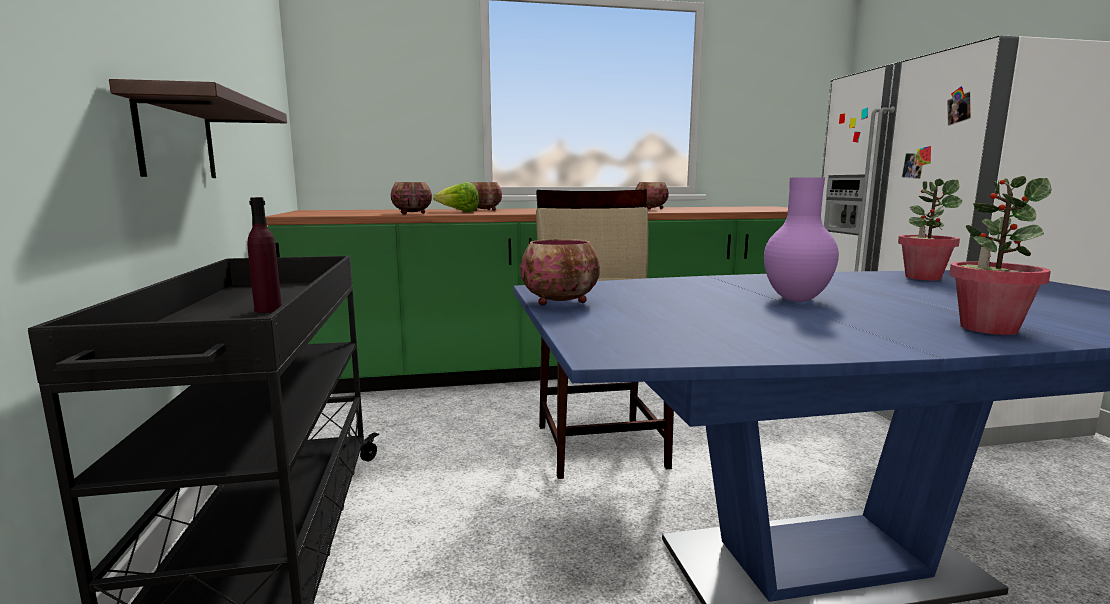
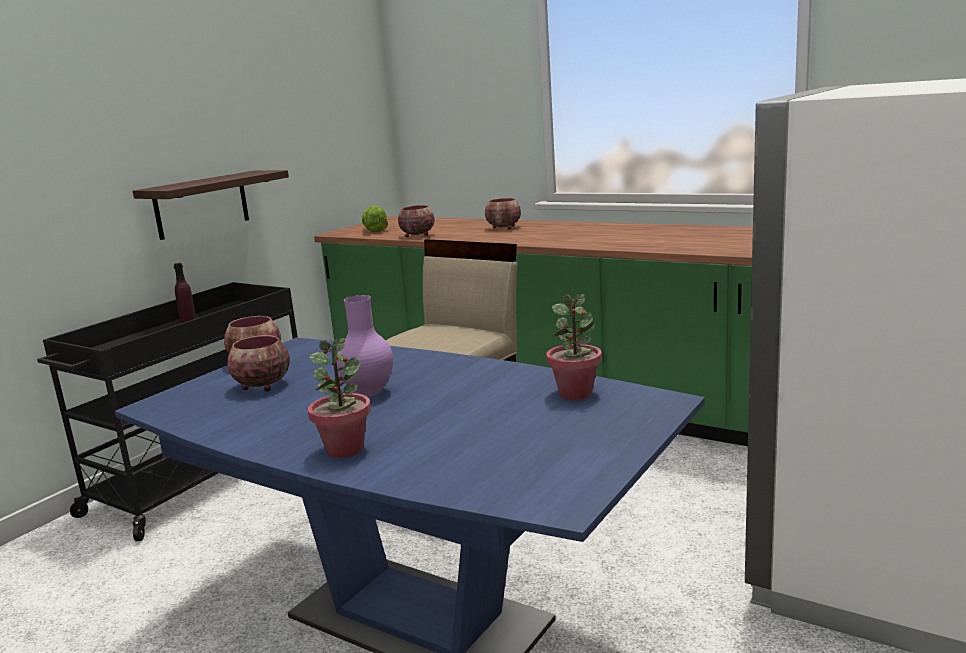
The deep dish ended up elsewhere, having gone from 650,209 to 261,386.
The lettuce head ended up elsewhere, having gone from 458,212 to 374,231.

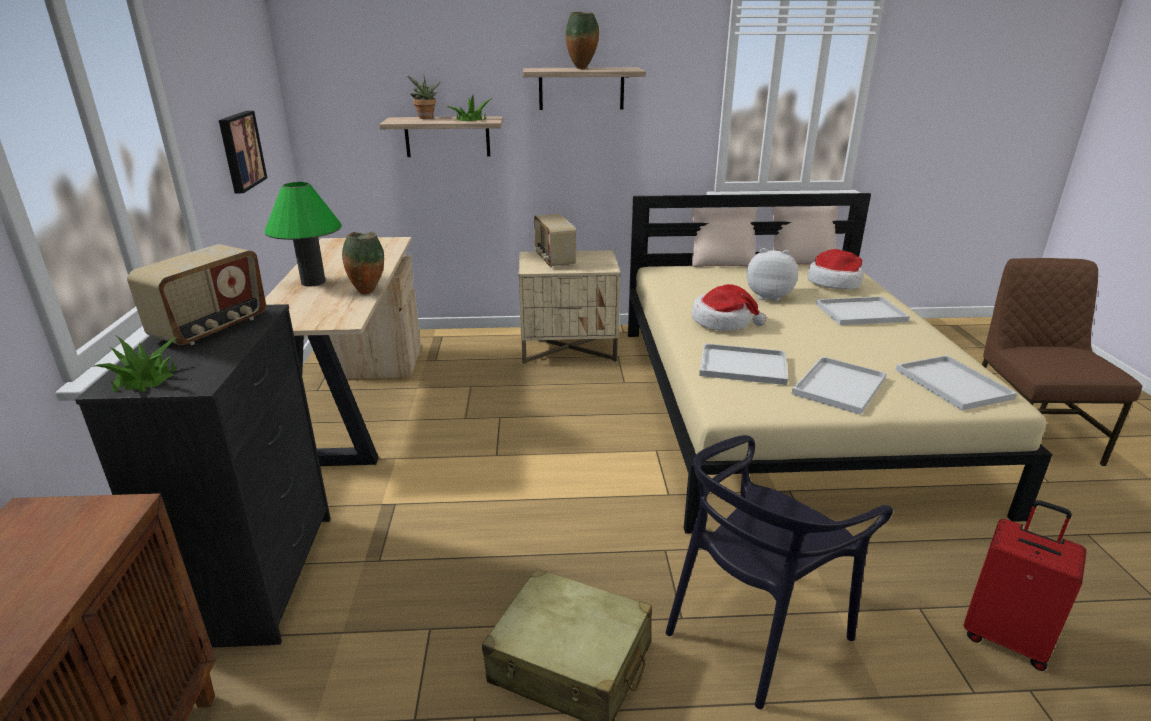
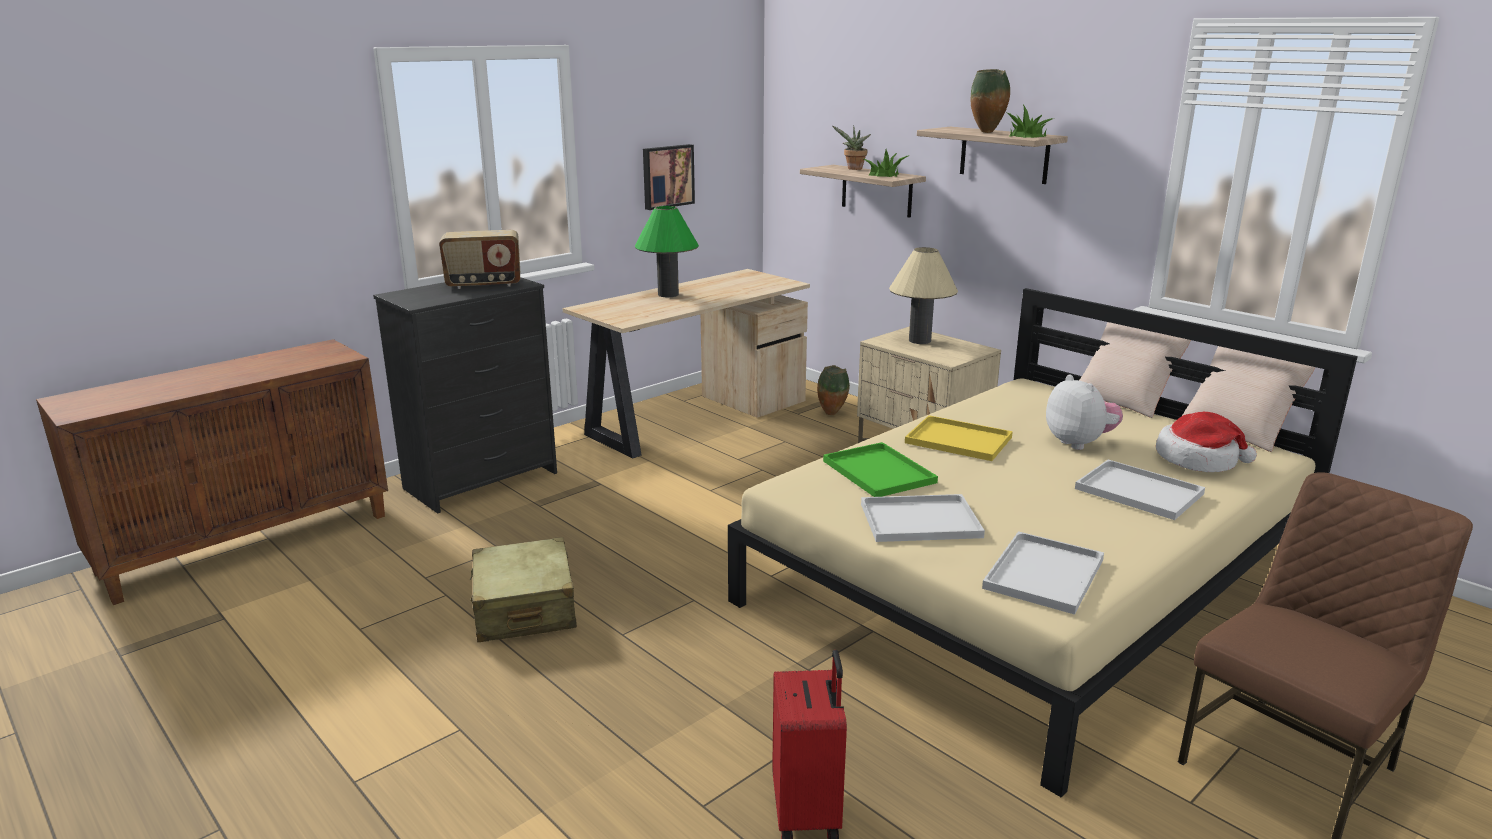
The flower vase ended up elsewhere, having gone from 368,292 to 832,414.
What was the whitish tray at 744,365 turned into the greenish tray at 881,472.
Where the radio set stood at 554,260, the sand-coloured lamp for a table came to stand at 919,340.
Where the clothing hat stood at 723,321, the yellow tray came to stand at 960,440.
The houseplant ended up elsewhere, having gone from 144,379 to 1027,136.
The second view lost the black-coloured upright chair at 755,630.

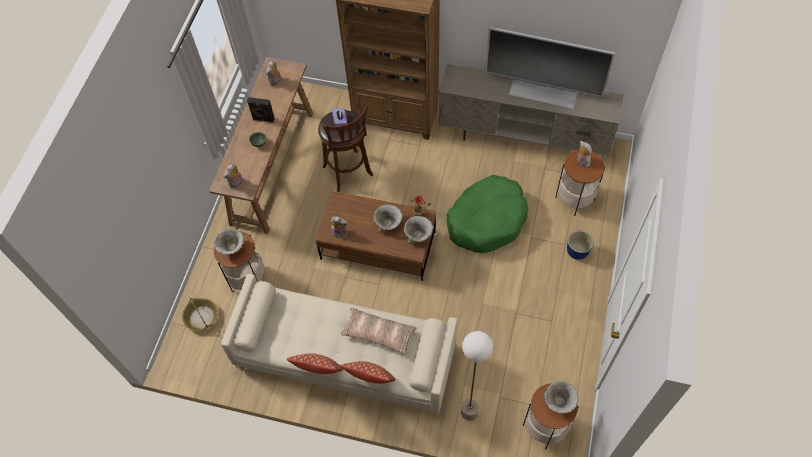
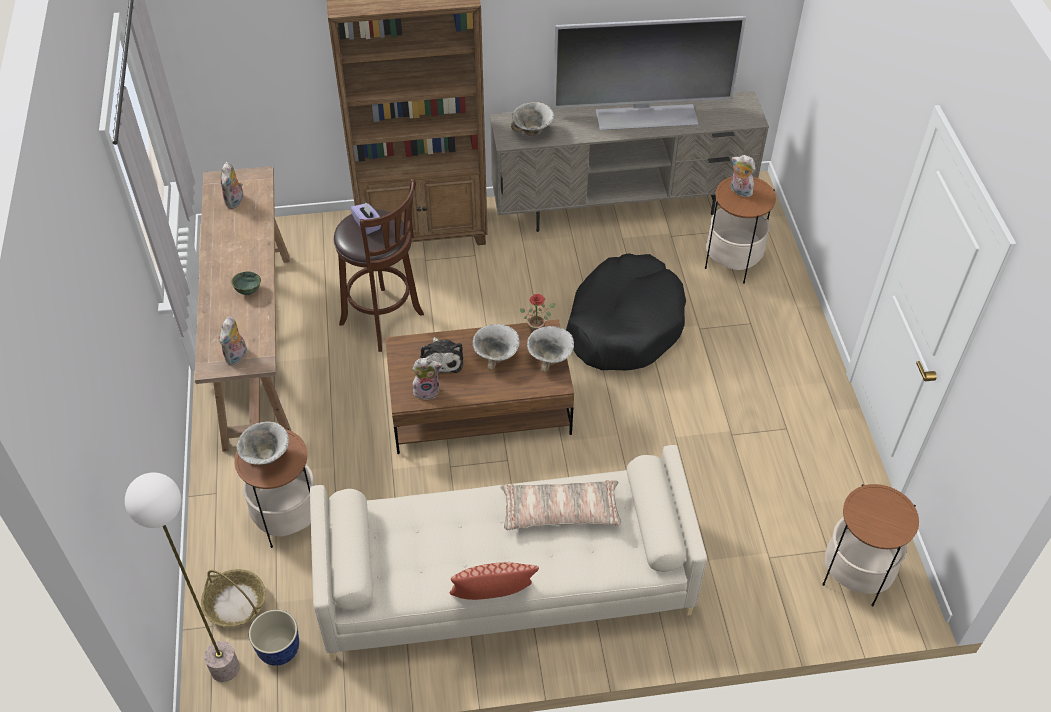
The standard lamp ended up elsewhere, having gone from 469,412 to 224,668.
The planter ended up elsewhere, having gone from 577,252 to 279,651.
The second view gained the plush toy at 441,359.
The deep dish ended up elsewhere, having gone from 558,402 to 532,132.
What was the greenish pet bed at 487,220 turned into the black-coloured pet bed at 624,324.
The second view lost the black-coloured loudspeaker at 263,119.
The second view lost the cushion at 370,379.

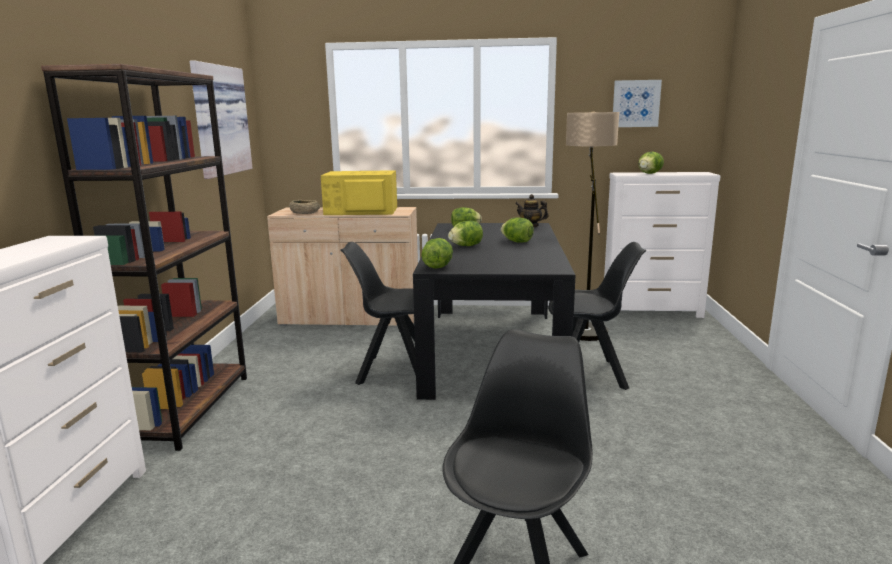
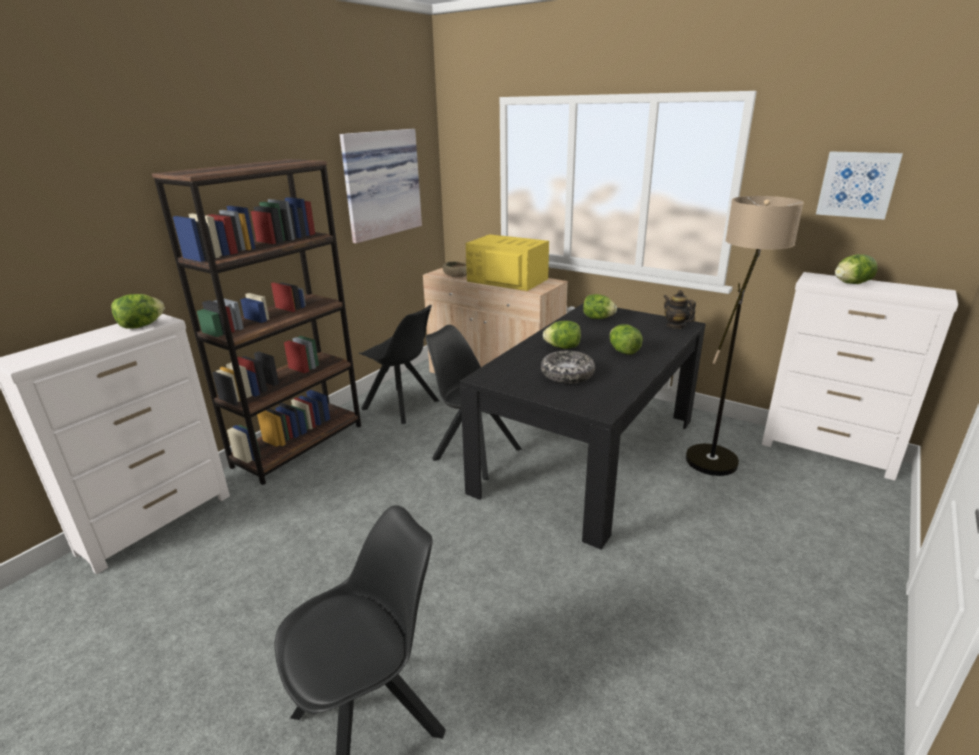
The lettuce head ended up elsewhere, having gone from 438,267 to 141,326.
The black-coloured upright chair ended up elsewhere, having gone from 588,374 to 402,406.
The second view gained the deep dish at 567,375.

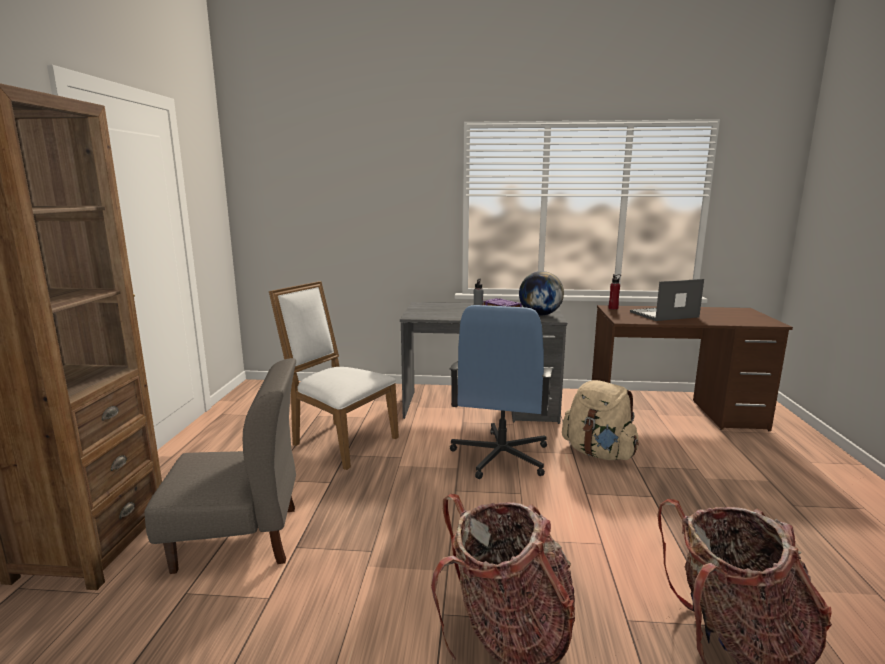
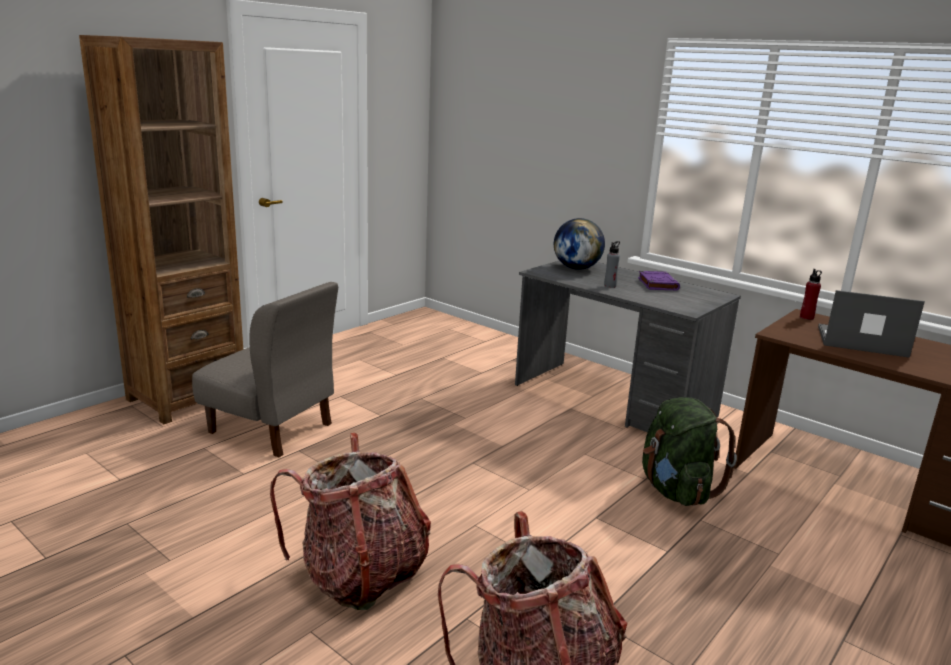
The desk globe ended up elsewhere, having gone from 540,314 to 576,268.
What was the sand-coloured knapsack at 598,453 turned into the greenish knapsack at 676,490.
The second view lost the whitish upright chair at 339,441.
The second view lost the blue office chair at 500,457.

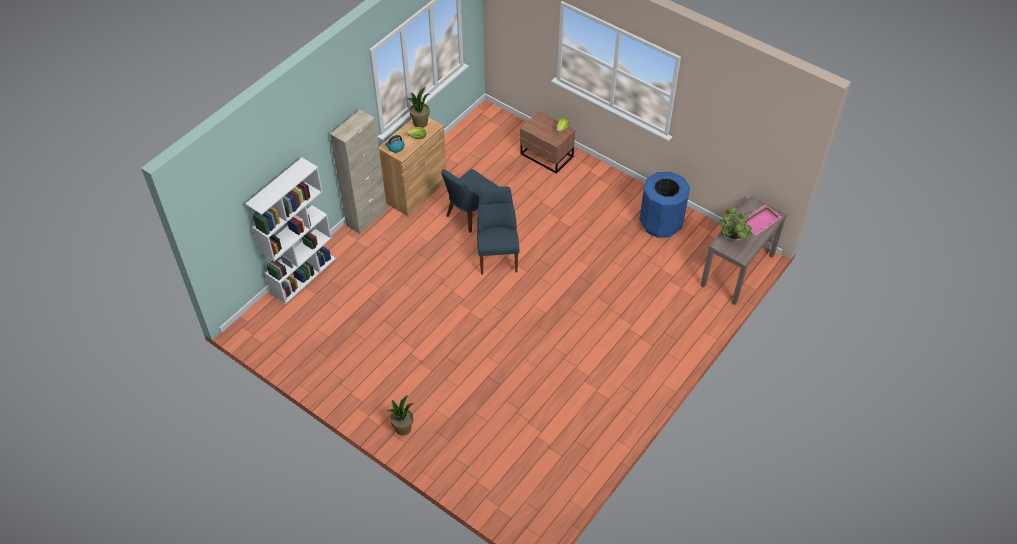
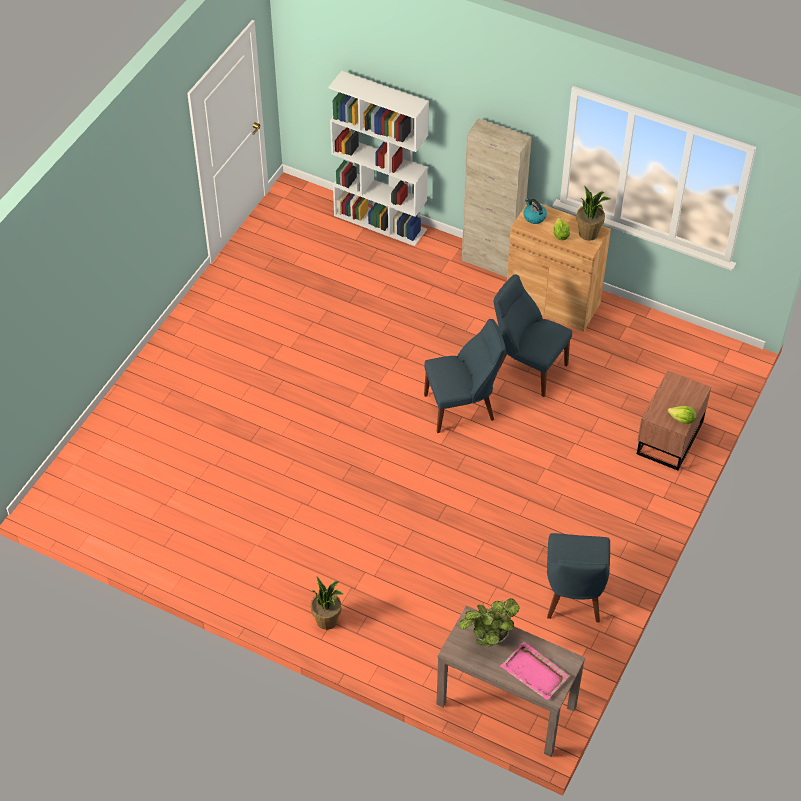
The houseplant ended up elsewhere, having gone from 403,428 to 327,620.
Where the blue rubbish bin stood at 661,223, the blue upright chair came to stand at 573,596.

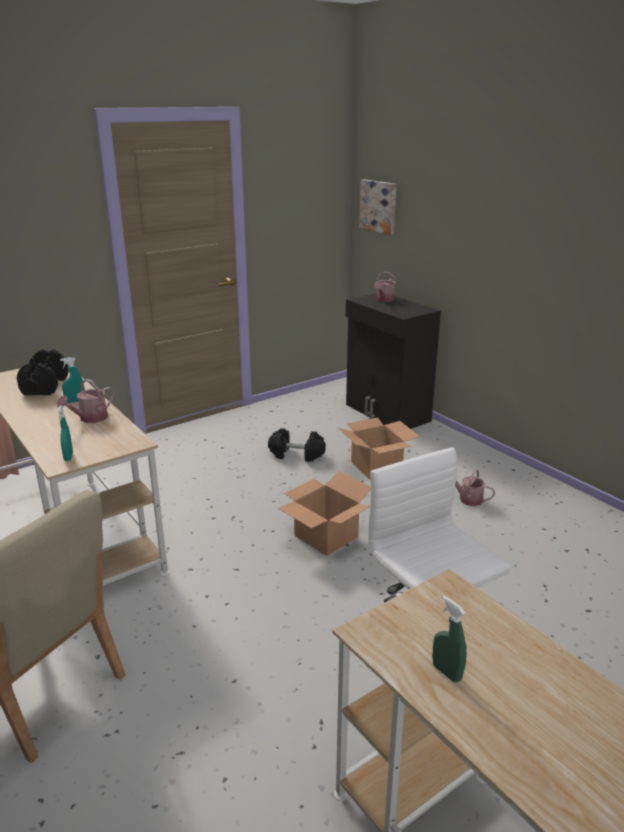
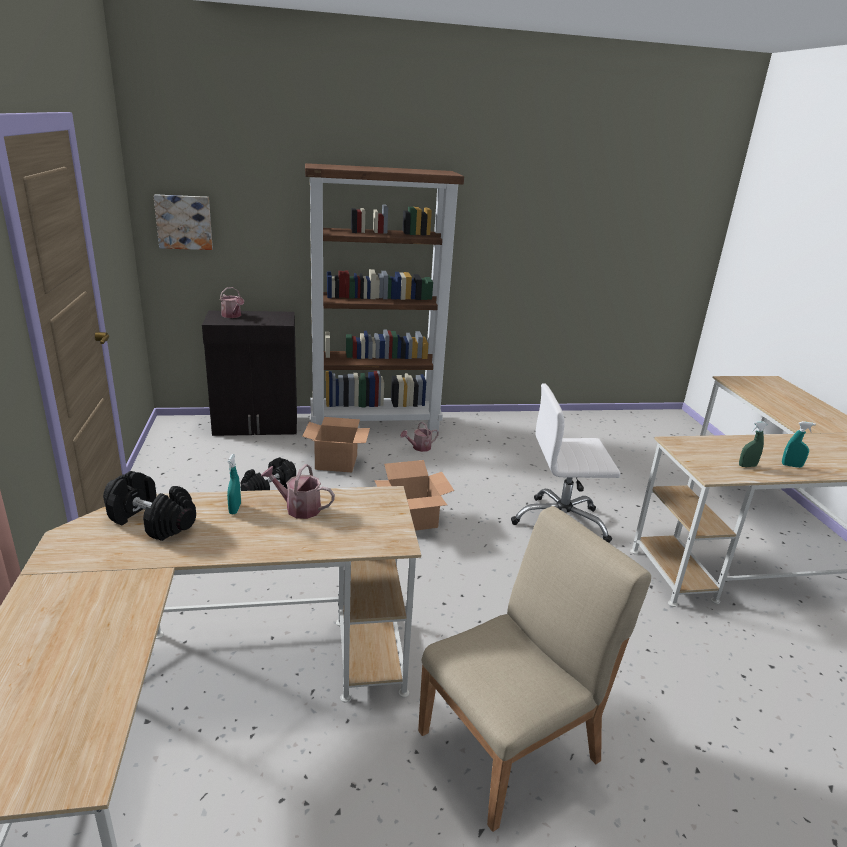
The sprinkling can at 90,418 ended up facing another way, 135 degrees clockwise from before.
The second view gained the brown-coloured bookcase at 376,424.
The blue-green spray bottle ended up elsewhere, having gone from 68,457 to 791,465.

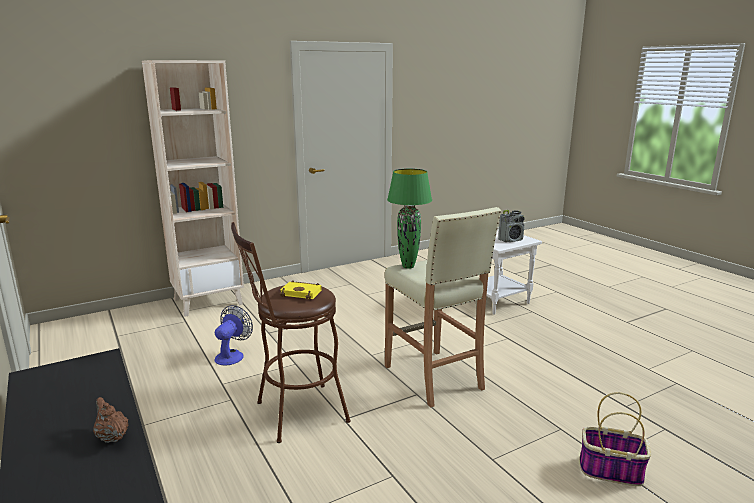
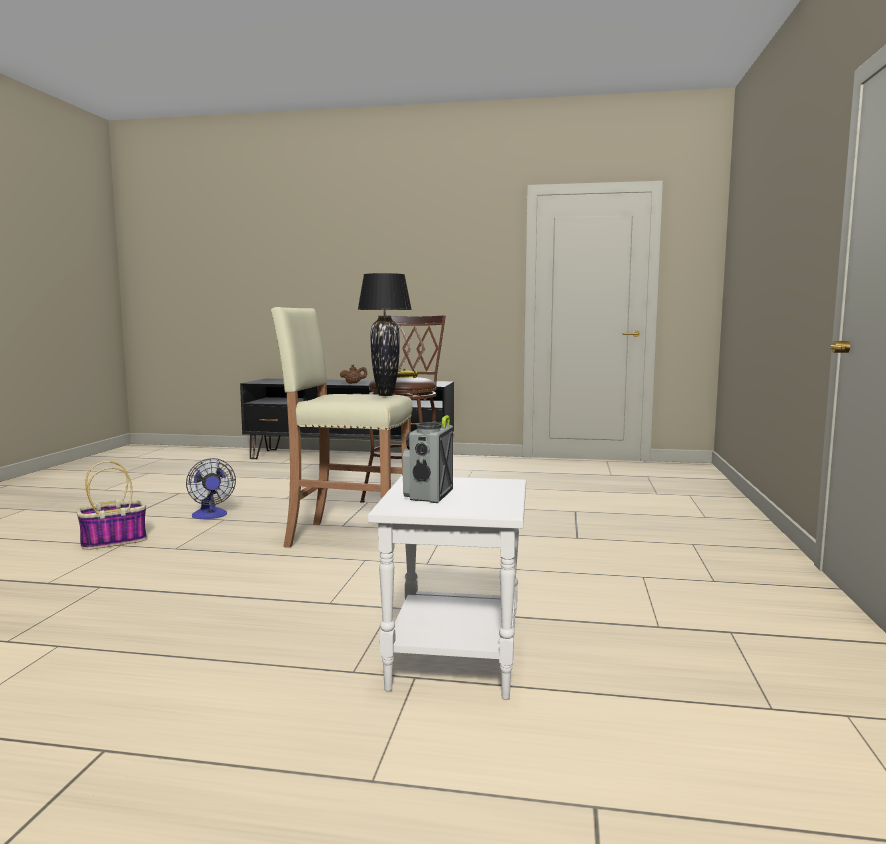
The fan ended up elsewhere, having gone from 232,355 to 210,516.
What was the greenish lamp for a table at 408,266 turned into the black-coloured lamp for a table at 386,395.
The second view lost the sand-coloured bookcase at 208,301.

